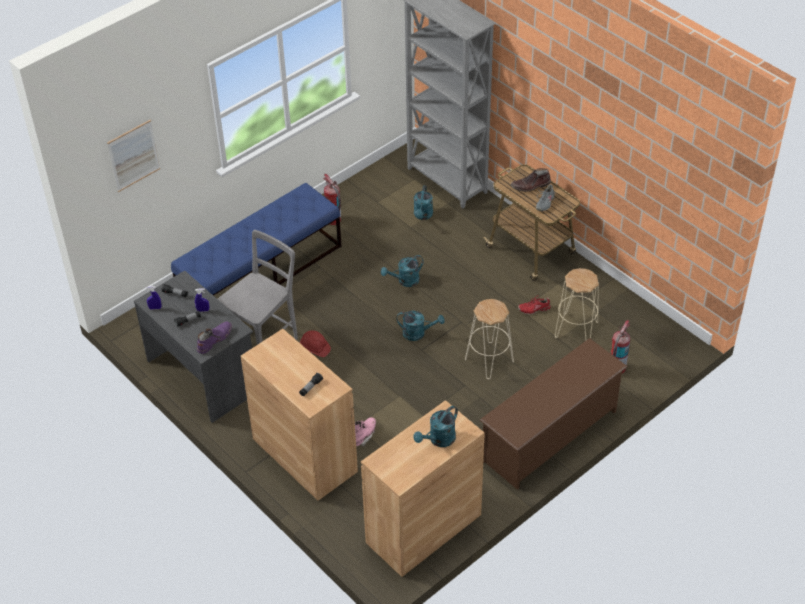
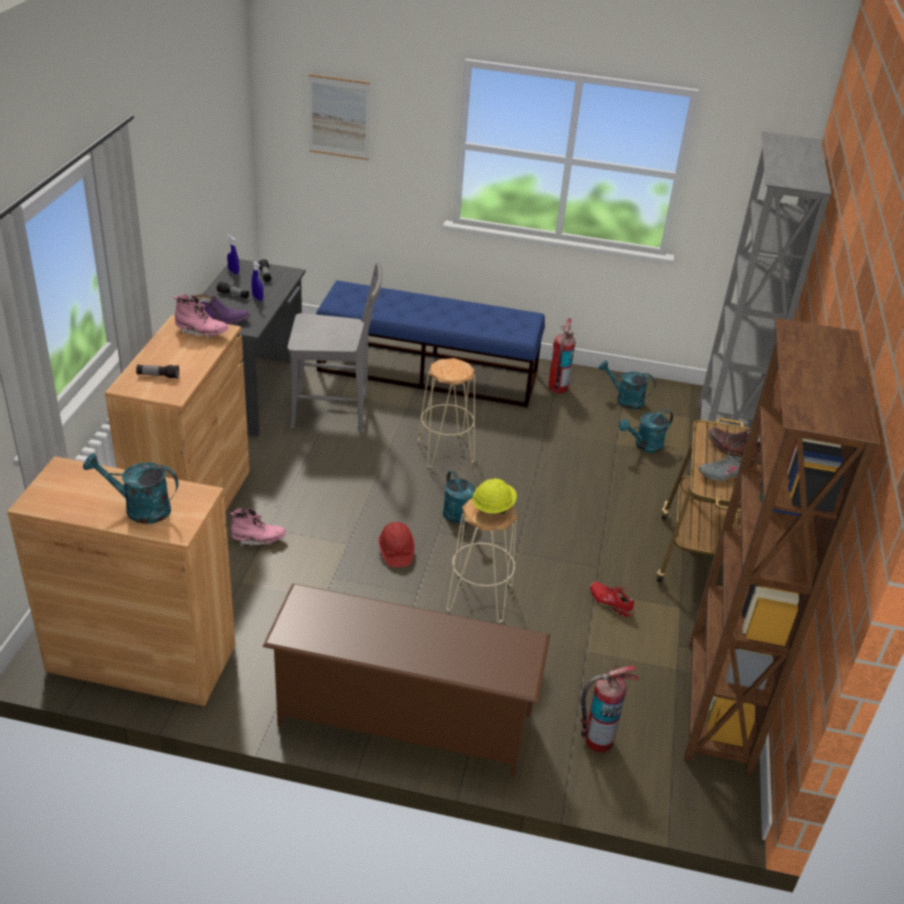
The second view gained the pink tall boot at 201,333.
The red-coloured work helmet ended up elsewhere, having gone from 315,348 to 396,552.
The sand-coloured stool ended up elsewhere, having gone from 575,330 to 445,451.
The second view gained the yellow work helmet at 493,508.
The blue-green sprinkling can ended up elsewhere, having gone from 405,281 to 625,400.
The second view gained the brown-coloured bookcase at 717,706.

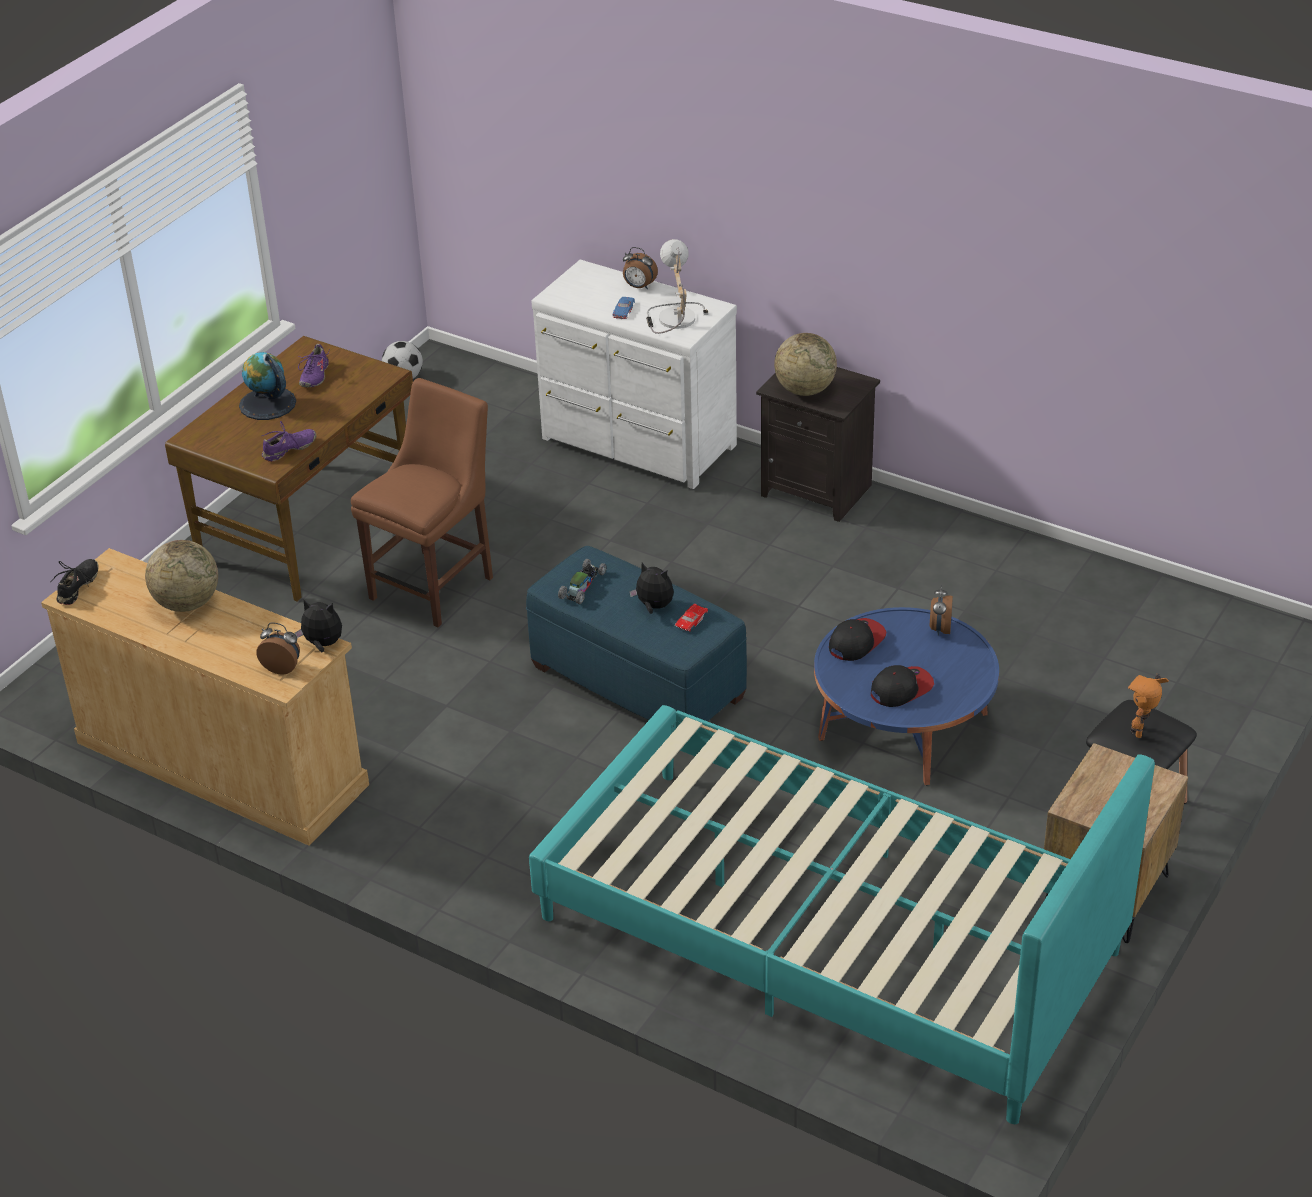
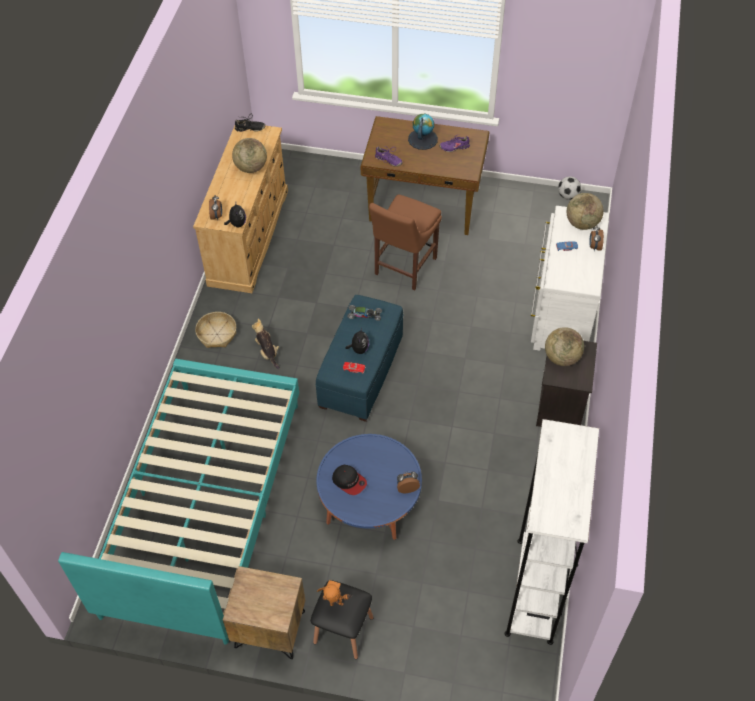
The second view gained the basket at 217,334.
The second view gained the plush toy at 267,352.
The brown-coloured upright chair at 436,585 ended up facing another way, 105 degrees clockwise from before.
The second view gained the whitish bookcase at 534,590.
The second view gained the desk globe at 582,223.
The second view lost the lamp for a table at 673,317.
The second view lost the baseball cap at 856,641.

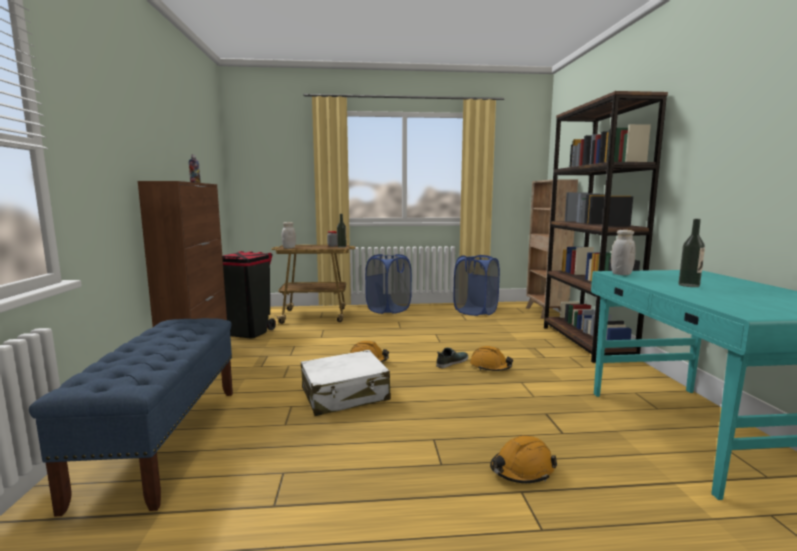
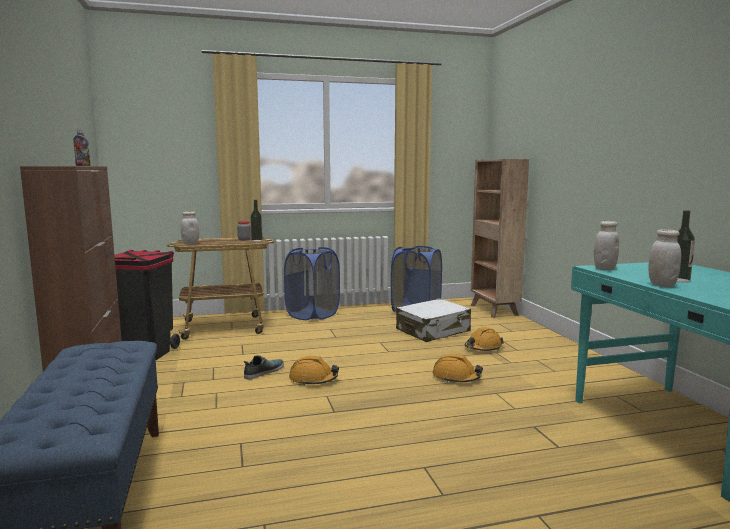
The shoe ended up elsewhere, having gone from 452,362 to 263,372.
The whitish travel case ended up elsewhere, having gone from 345,395 to 433,331.
The orangey work helmet ended up elsewhere, having gone from 522,470 to 483,348.
The second view gained the whitish storage jar at 662,285.
The second view lost the brown-coloured bookcase at 586,342.

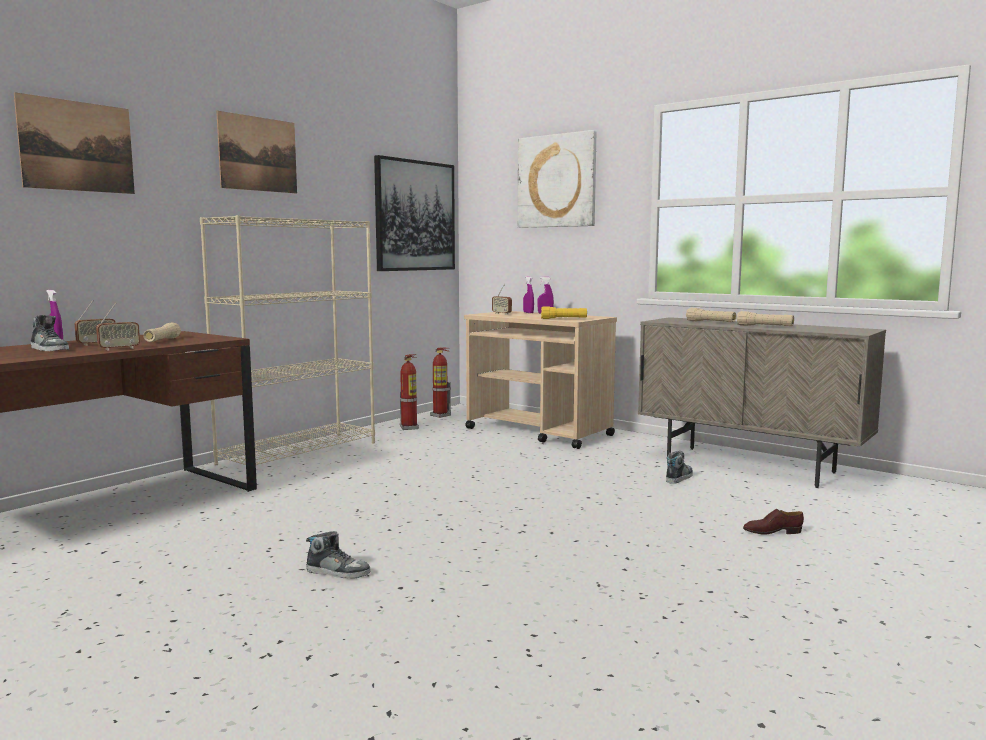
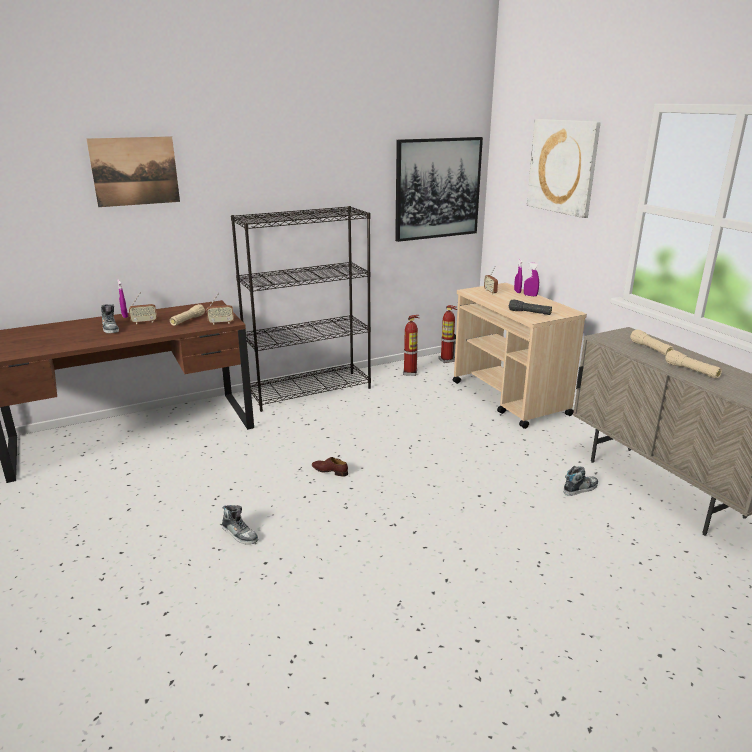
The radio set ended up elsewhere, having gone from 119,349 to 221,323.
What was the sand-coloured bookcase at 299,453 turned into the black-coloured bookcase at 310,390.
The brown-coloured shoe ended up elsewhere, having gone from 772,532 to 330,471.
What was the yellow torch at 563,319 turned into the black-coloured torch at 529,313.
The second view lost the wall art at 258,154.

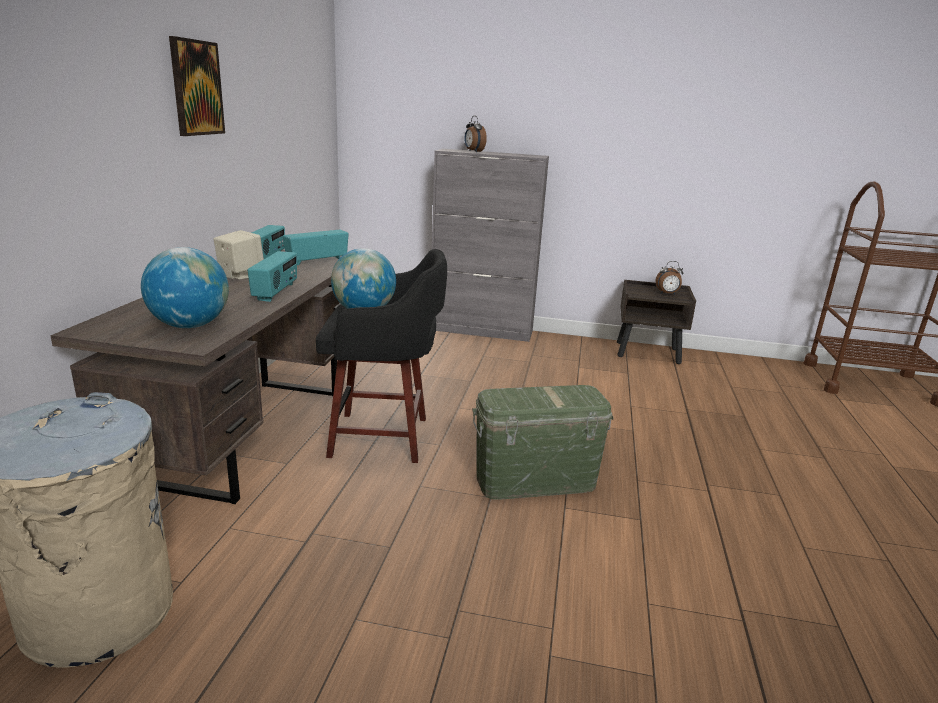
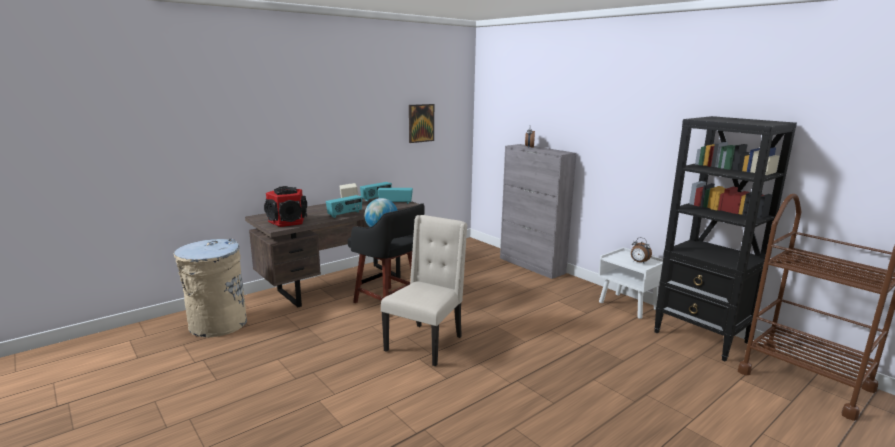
Where the desk globe stood at 190,326, the loudspeaker came to stand at 288,221.
Where the greenish storage bin stood at 535,480, the sand-coloured upright chair came to stand at 425,343.
The wall art ended up elsewhere, having gone from 196,88 to 421,123.
What was the brown-coloured bedside table at 648,353 turned into the whitish bedside table at 628,306.
The second view gained the black-coloured bookcase at 701,338.

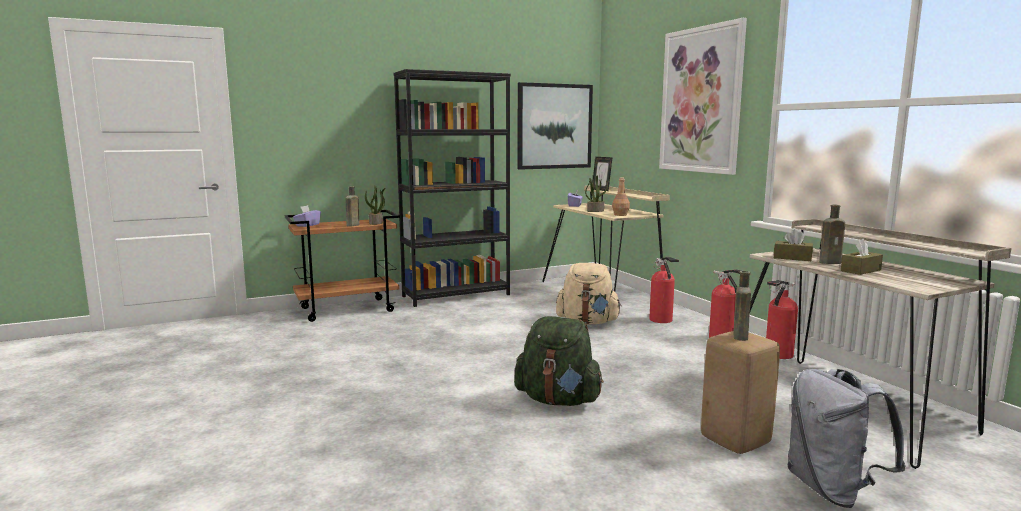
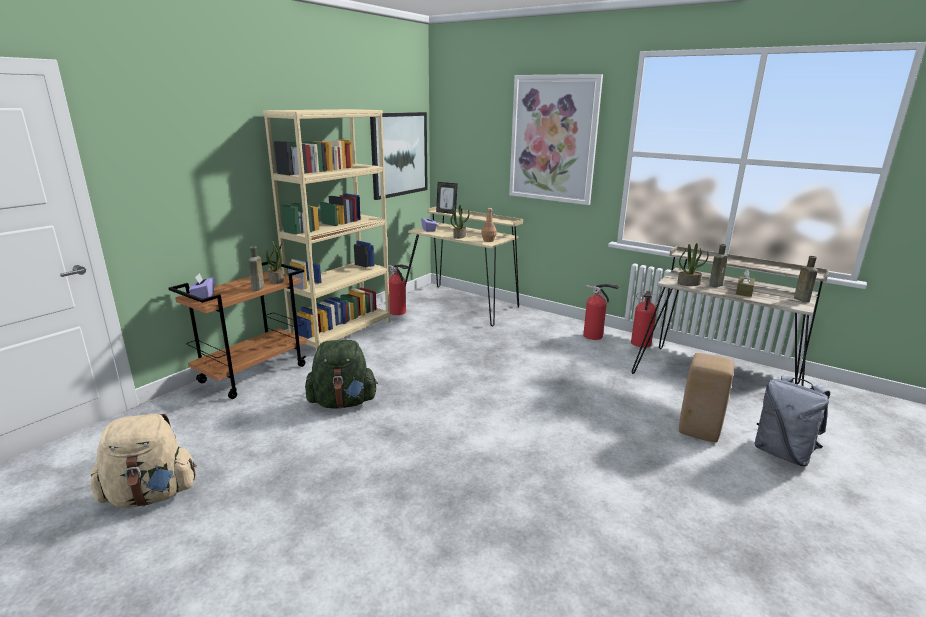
The sand-coloured knapsack ended up elsewhere, having gone from 587,322 to 151,495.
What was the black-coloured bookcase at 456,295 turned into the sand-coloured bookcase at 343,332.
The greenish knapsack ended up elsewhere, having gone from 558,400 to 343,402.
The extinguisher ended up elsewhere, having gone from 662,320 to 398,312.
Where the brown-coloured tissue holder stood at 792,258, the houseplant came to stand at 688,283.
The brown-coloured bottle ended up elsewhere, having gone from 740,336 to 800,299.

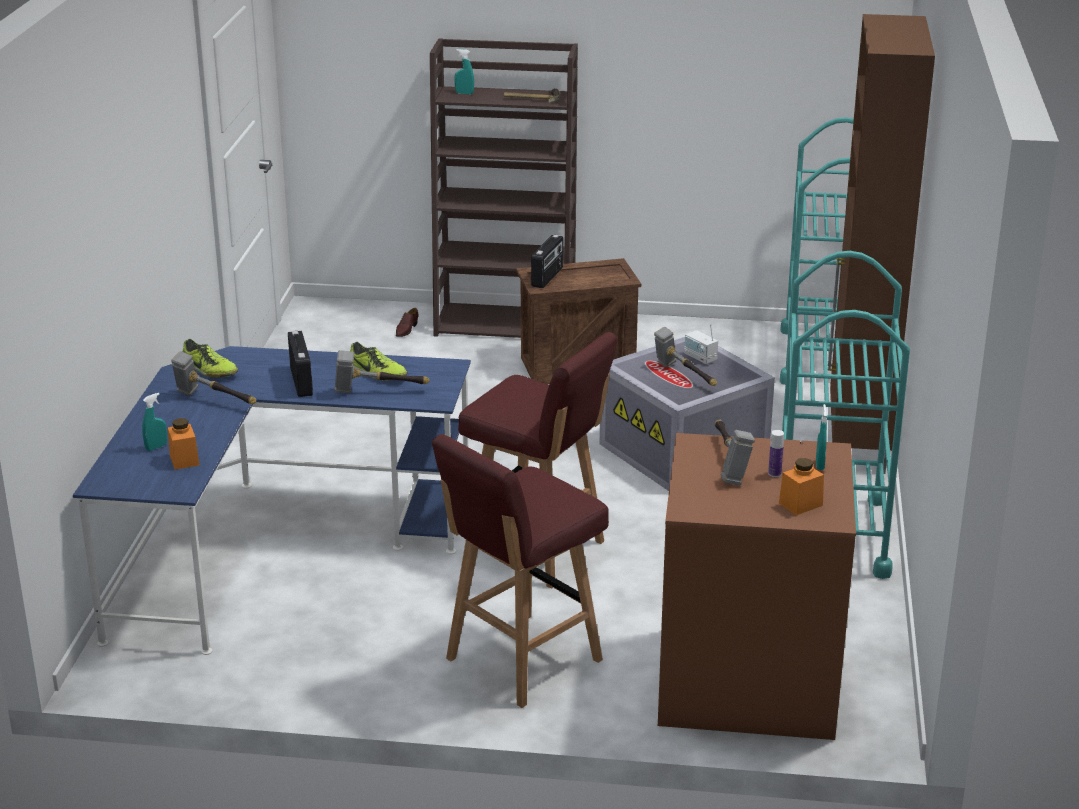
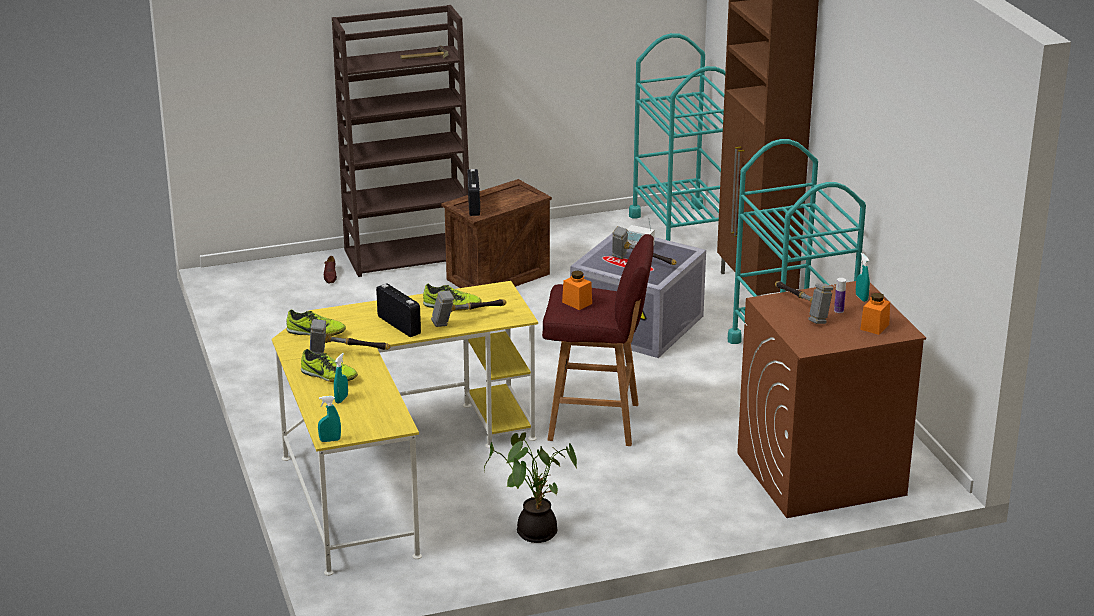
What was the blue desk at 271,546 turned into the yellow desk at 389,469.
The second view gained the shoe at 328,376.
The blue-green spray bottle ended up elsewhere, having gone from 464,93 to 330,440.
The second view gained the houseplant at 534,531.
The orangey storage jar ended up elsewhere, having gone from 184,460 to 577,303.
The second view lost the red-coloured stool at 520,661.

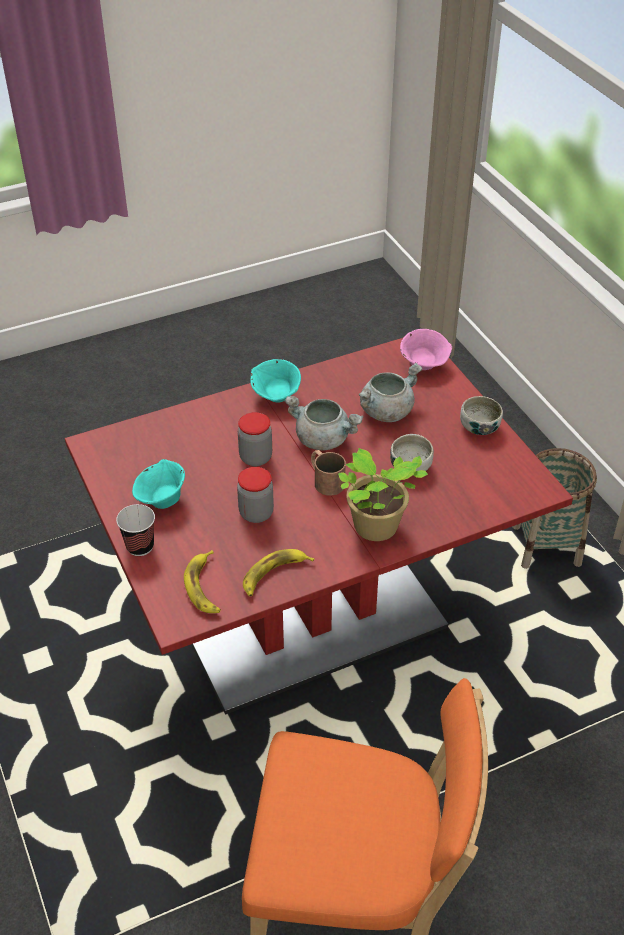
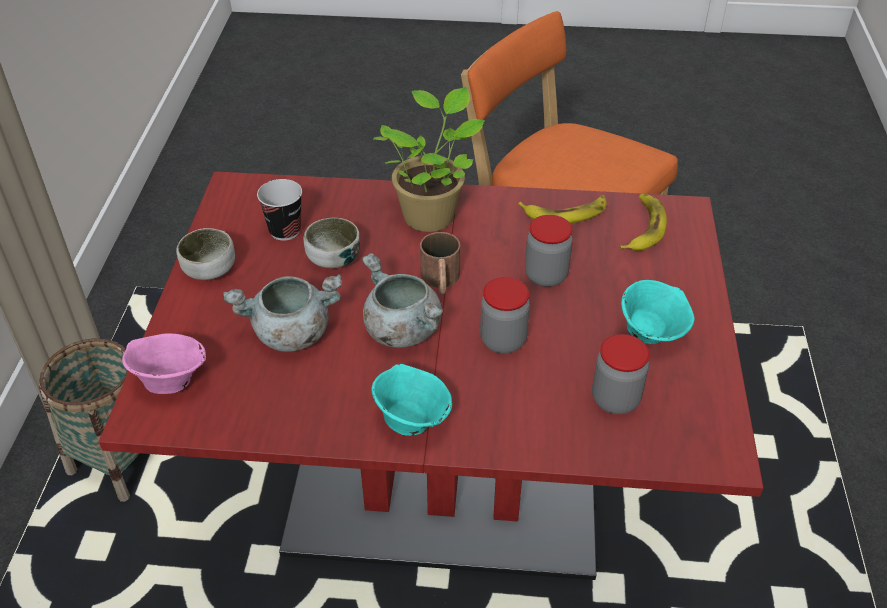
The drinking cup ended up elsewhere, having gone from 140,546 to 285,231.
The second view gained the storage jar at 615,399.

